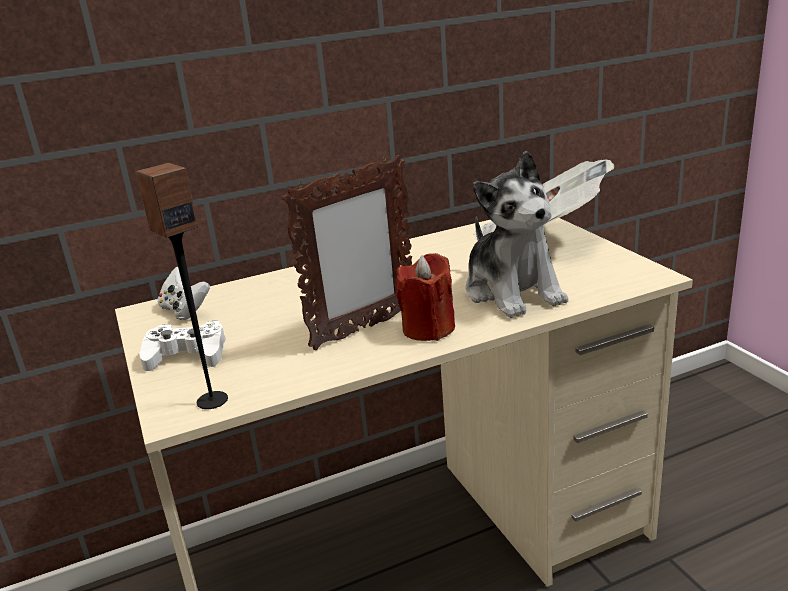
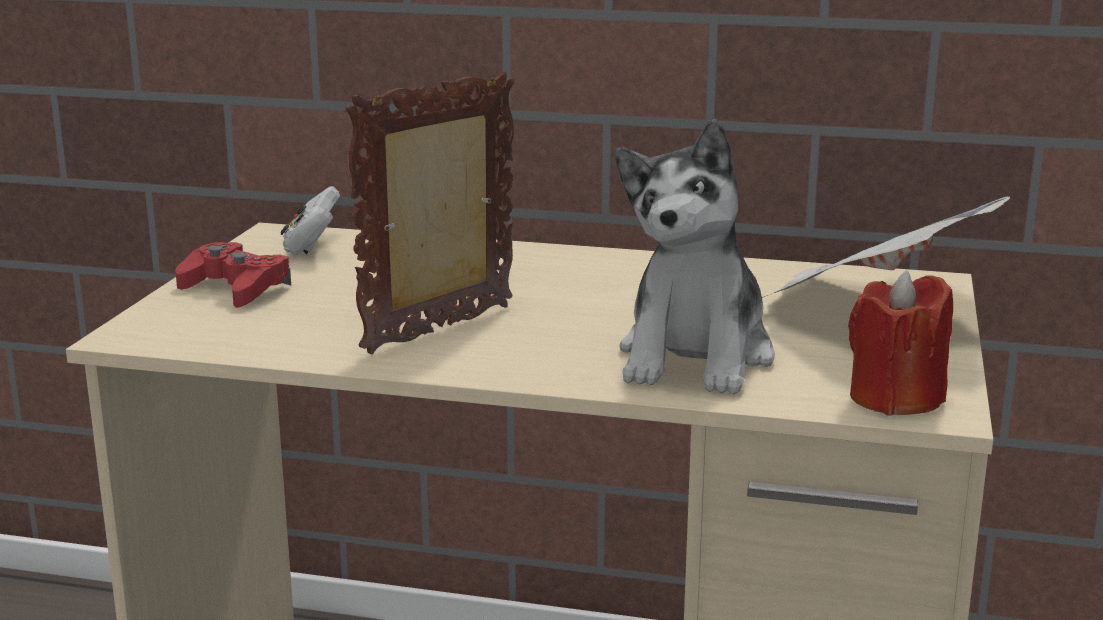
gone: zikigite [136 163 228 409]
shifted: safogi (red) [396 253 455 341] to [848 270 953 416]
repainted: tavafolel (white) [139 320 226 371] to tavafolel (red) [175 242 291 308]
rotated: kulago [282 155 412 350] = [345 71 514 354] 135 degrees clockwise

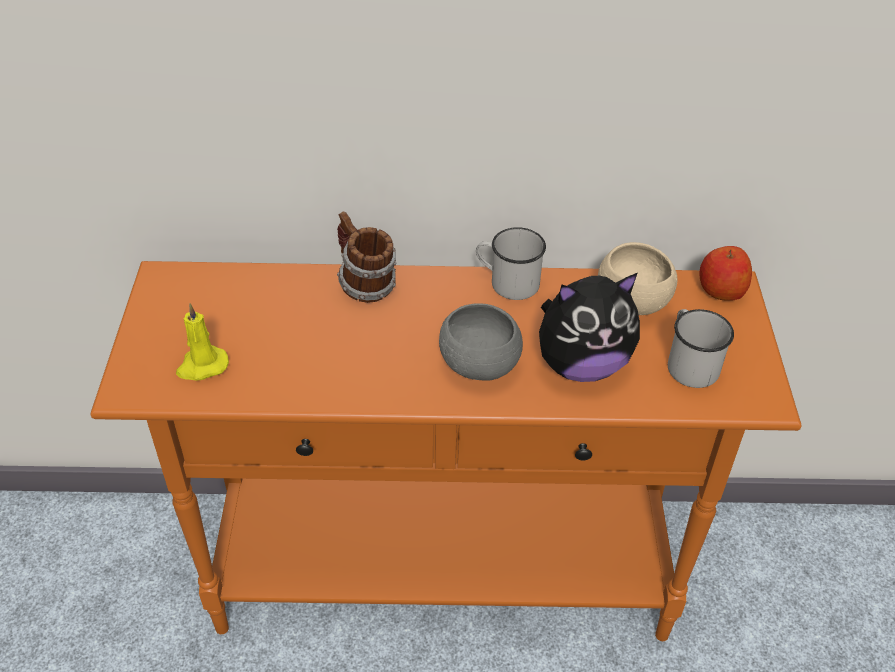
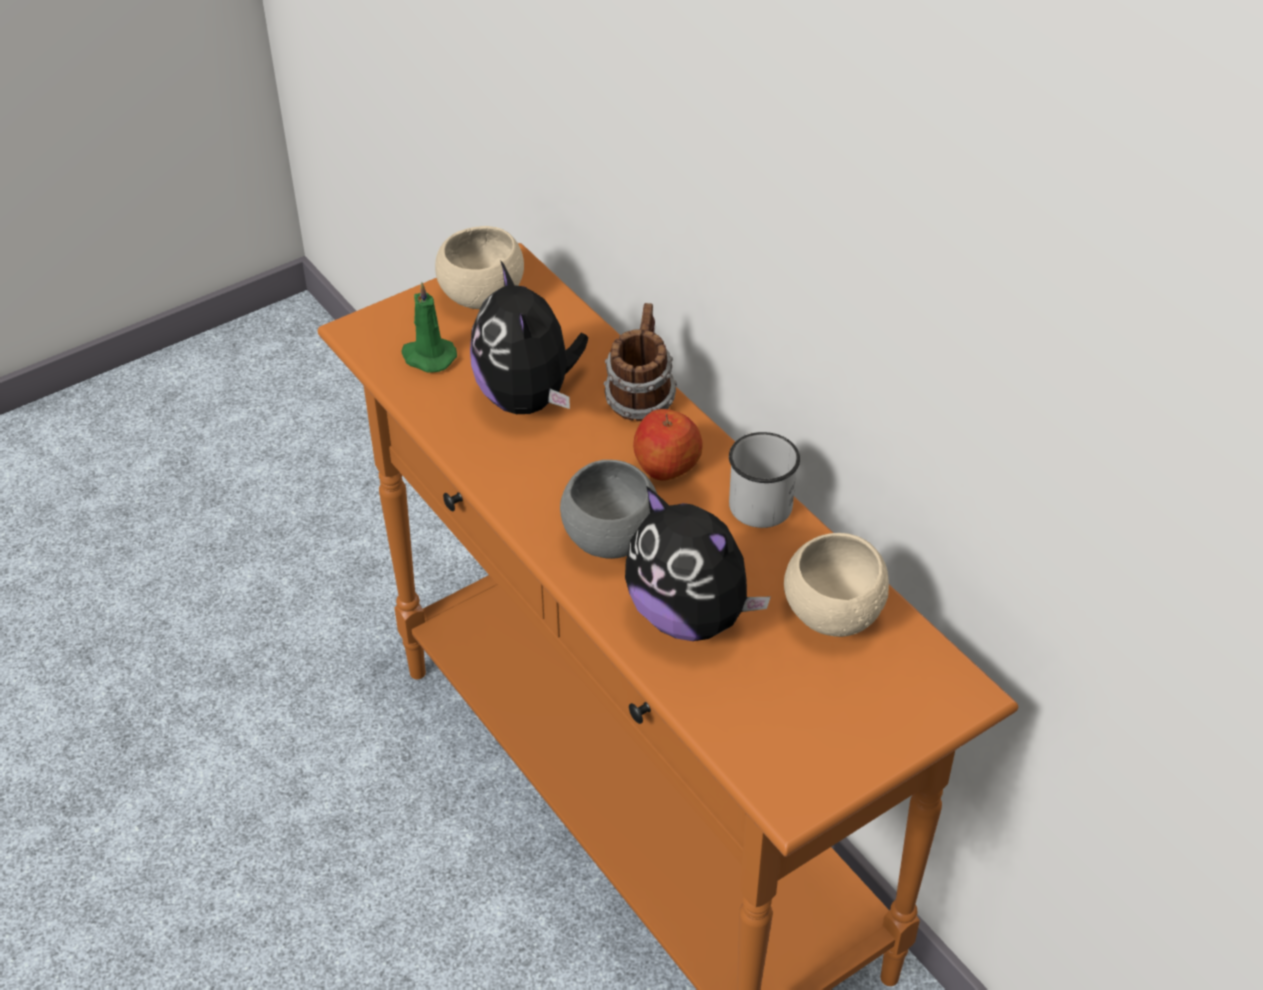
gone: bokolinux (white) [668 309 734 388]
new: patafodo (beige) [435 226 524 309]; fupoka [470 260 588 414]
shifted: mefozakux [699 246 752 301] to [633 409 703 481]
repainted: safogi (yellow) [176 304 229 381] to safogi (green) [401 282 457 373]

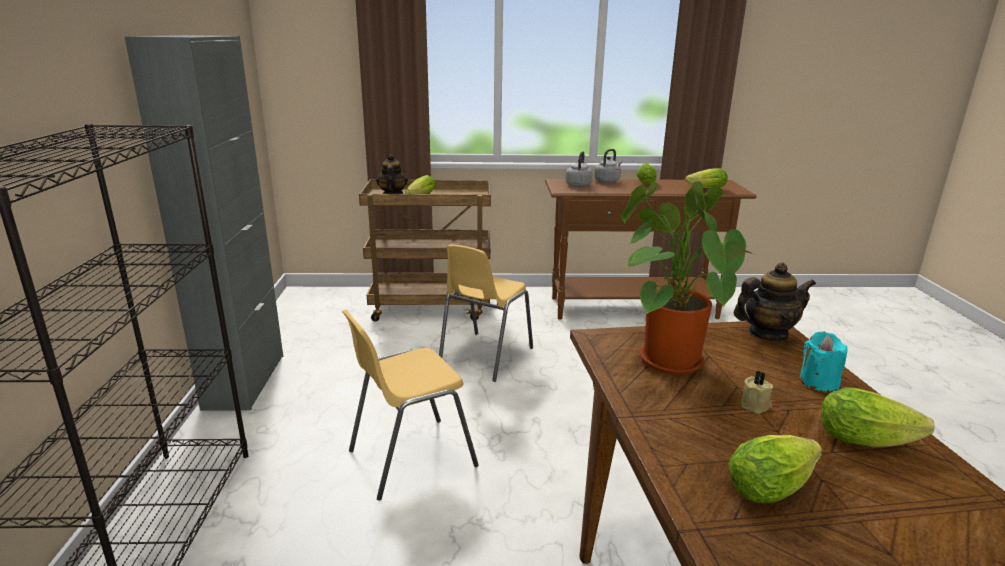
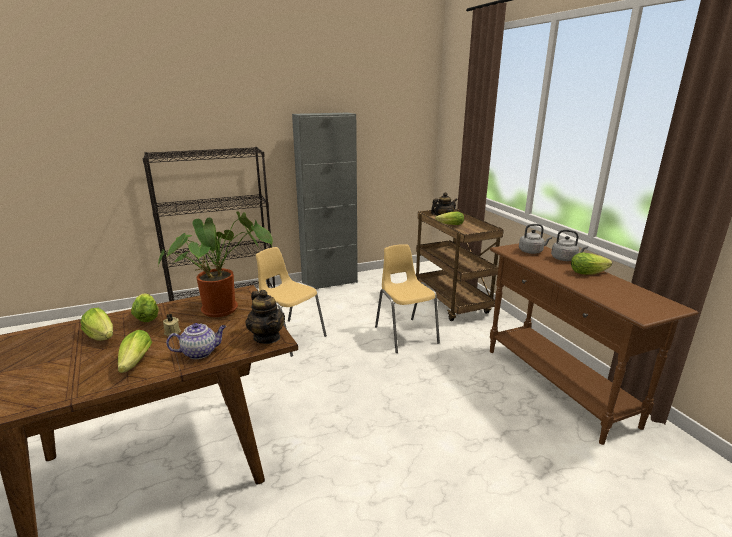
shifted: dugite [685 168 728 188] to [131 293 159 322]
swapped: safogi (turquoise) [799 331 848 391] to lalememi [166 323 226 359]
rotated: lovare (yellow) [439 245 533 382] = [375 244 440 353] 60 degrees clockwise

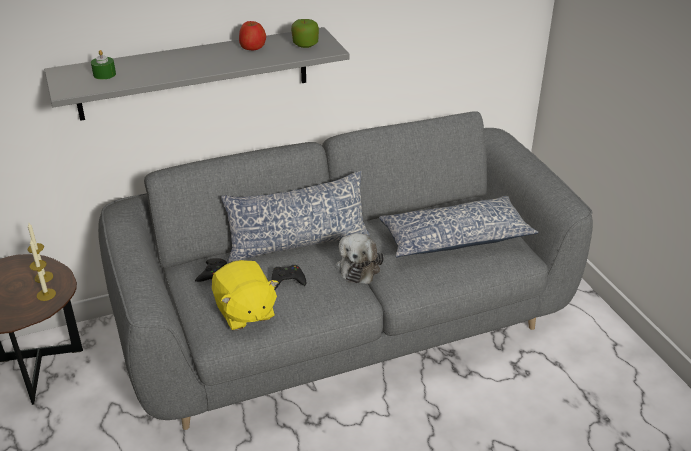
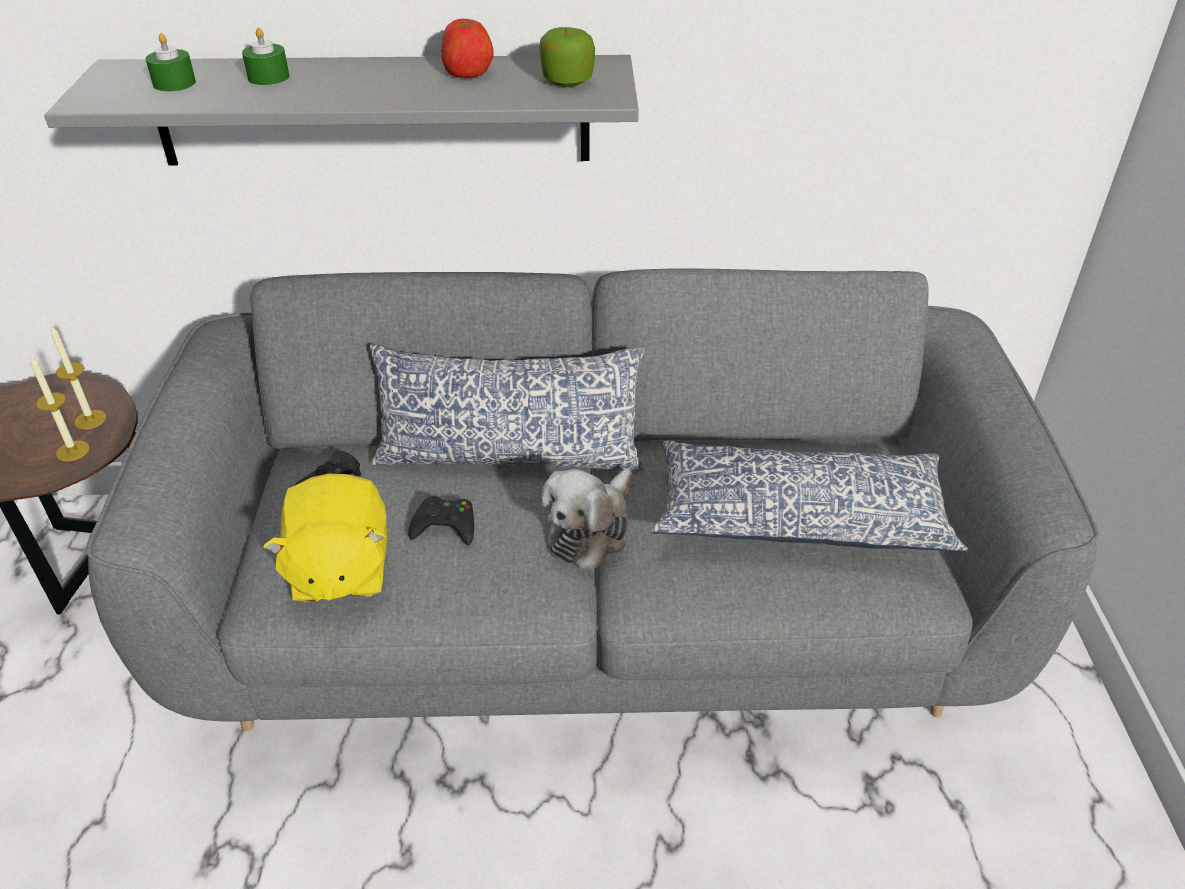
new: safogi (green) [242 28 289 85]

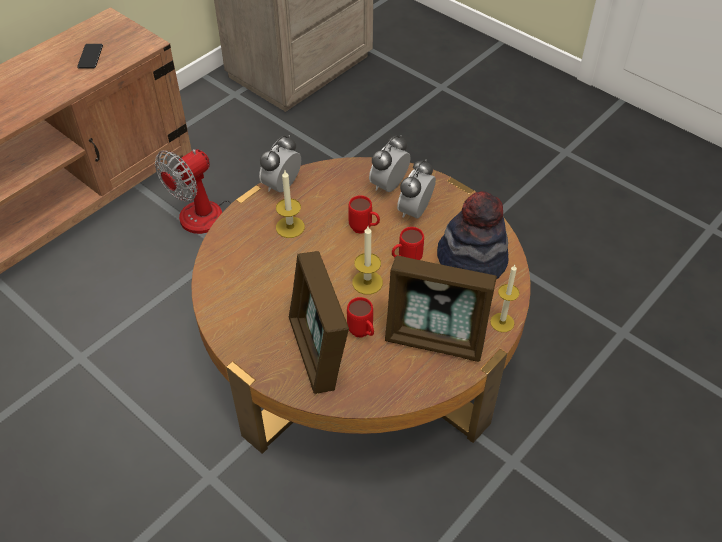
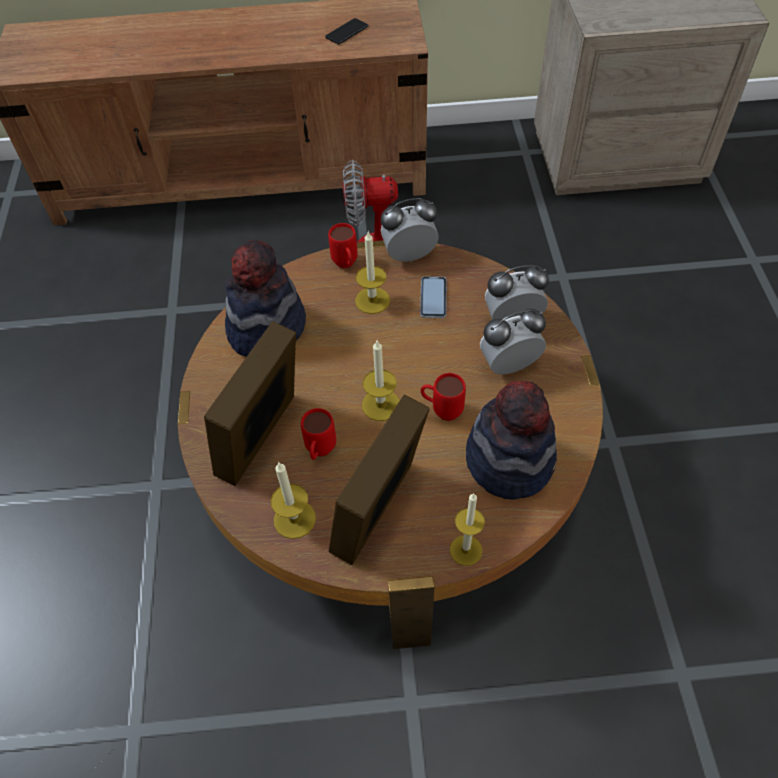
new: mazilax [225 240 306 357]; safogi [271 462 316 539]; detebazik [420 277 447 318]
shifted: bokolinux (red) [348 195 380 234] to [328 223 358 268]
rotated: kulago [385 255 497 362] = [329 394 430 565] 60 degrees clockwise

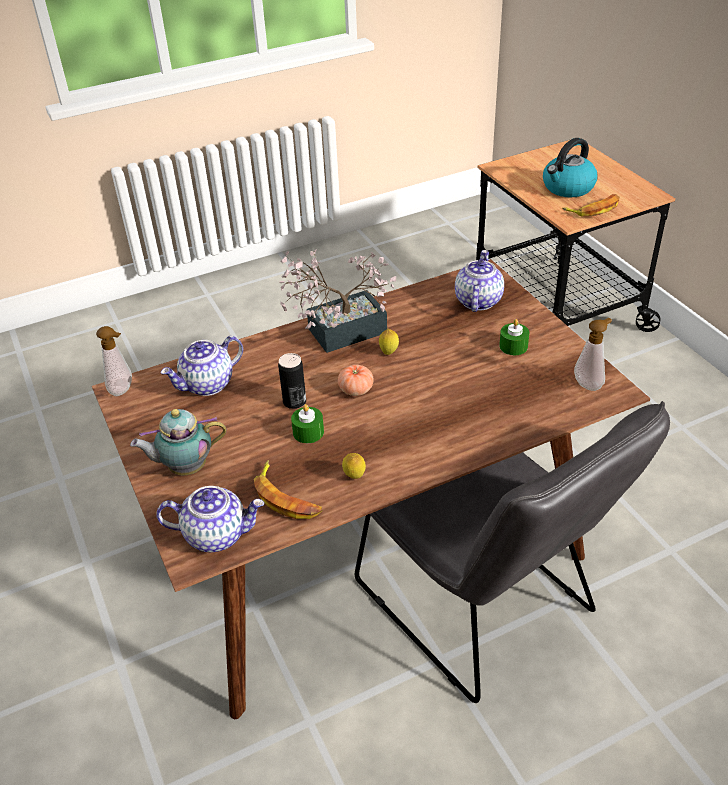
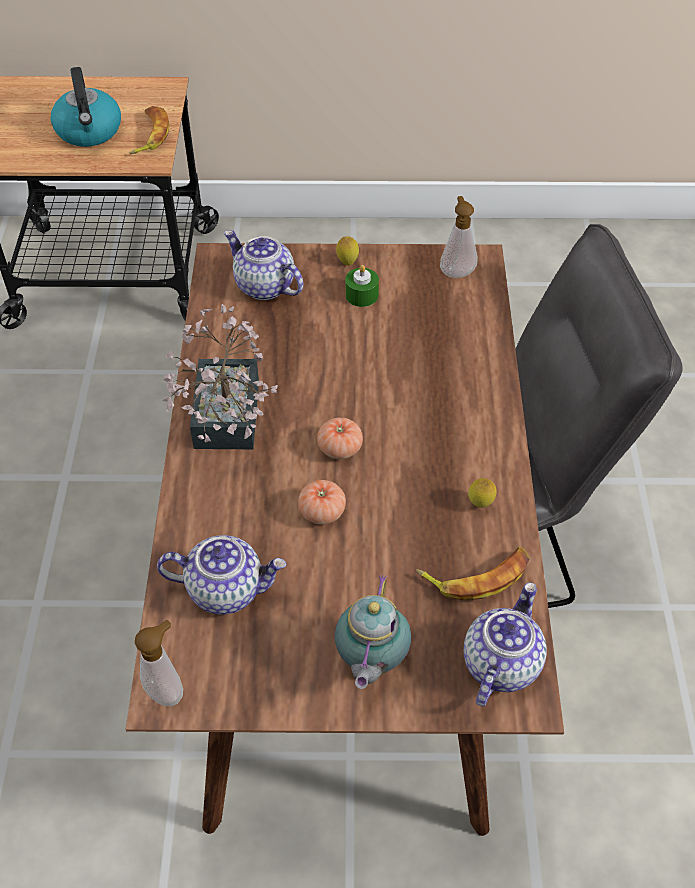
gone: safogi (green) [291 404 324 443]
shifted: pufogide [379 329 399 355] to [336 236 359 266]
swapped: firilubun [278 353 306 409] to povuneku [298 480 346 524]
rotated: lalememi [160 336 243 396] = [157 535 287 615] 75 degrees counterclockwise

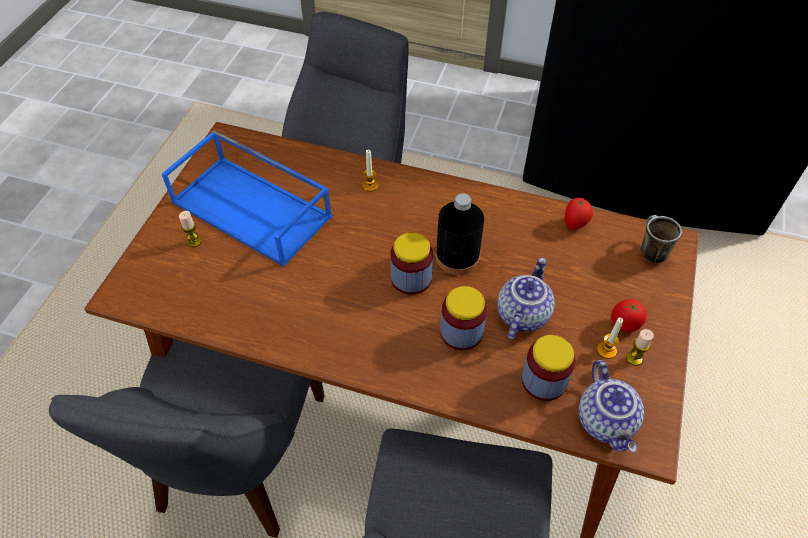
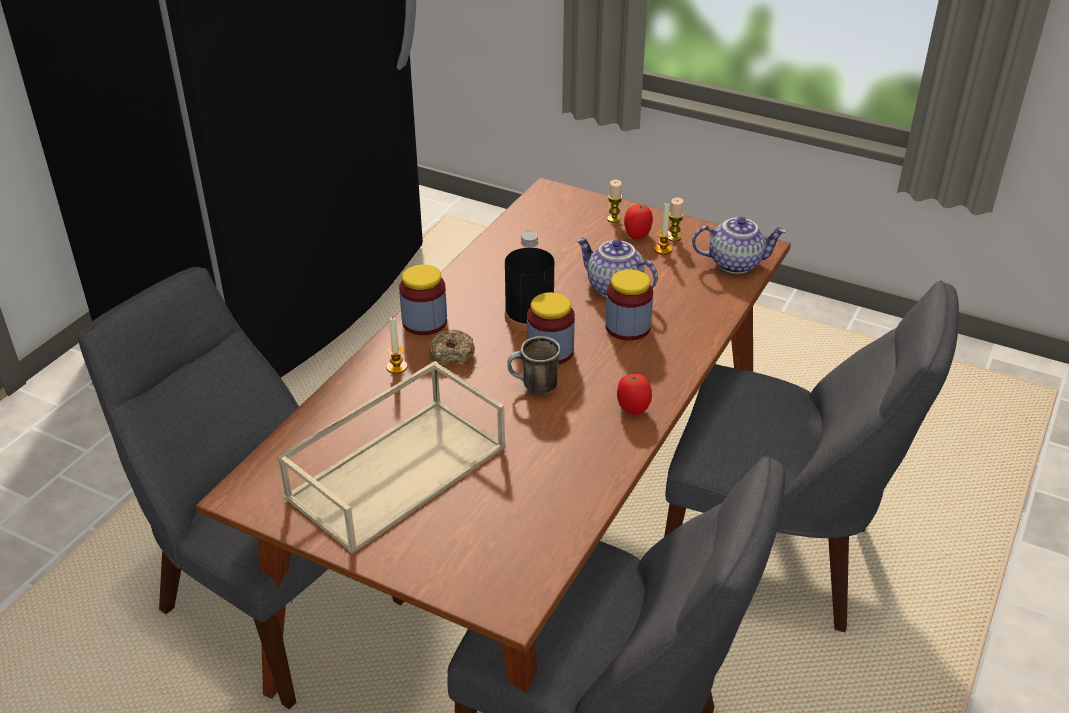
new: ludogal [429 329 475 367]
shifted: safogi [179 211 202 247] to [607 180 622 223]; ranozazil [522 335 575 401] to [399 264 447 335]; povuneku [565 197 593 229] to [617 374 652 415]; bokolinux [640 215 682 264] to [507 336 560 395]
repainted: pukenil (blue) [162 130 332 266] to pukenil (beige) [277 361 506 554]

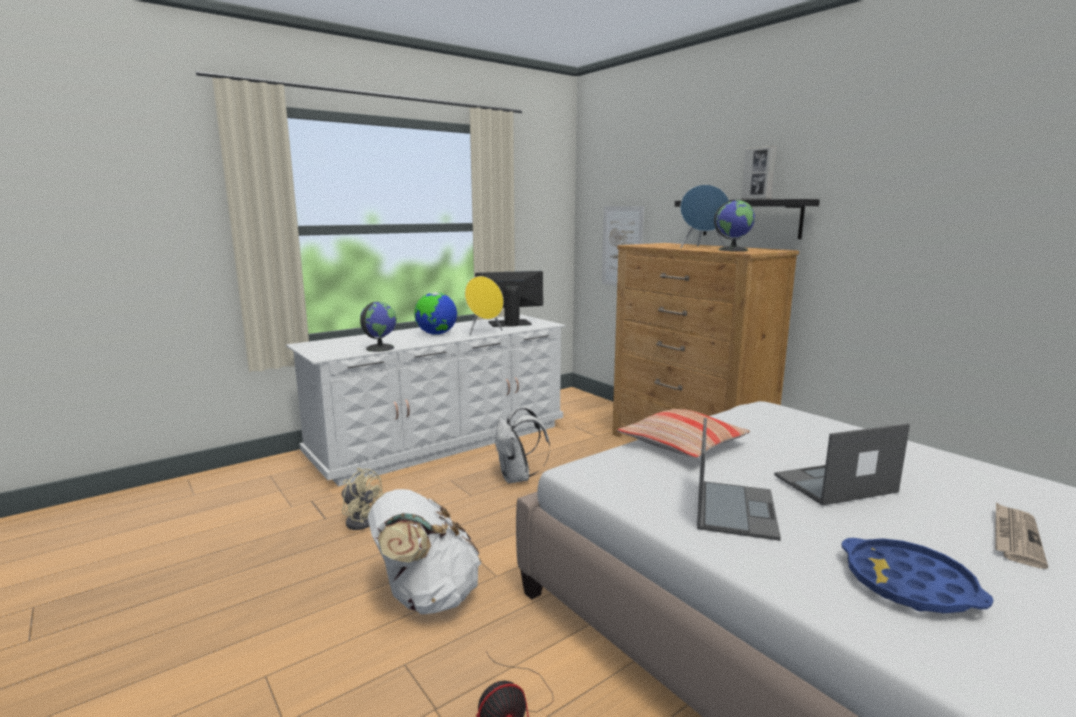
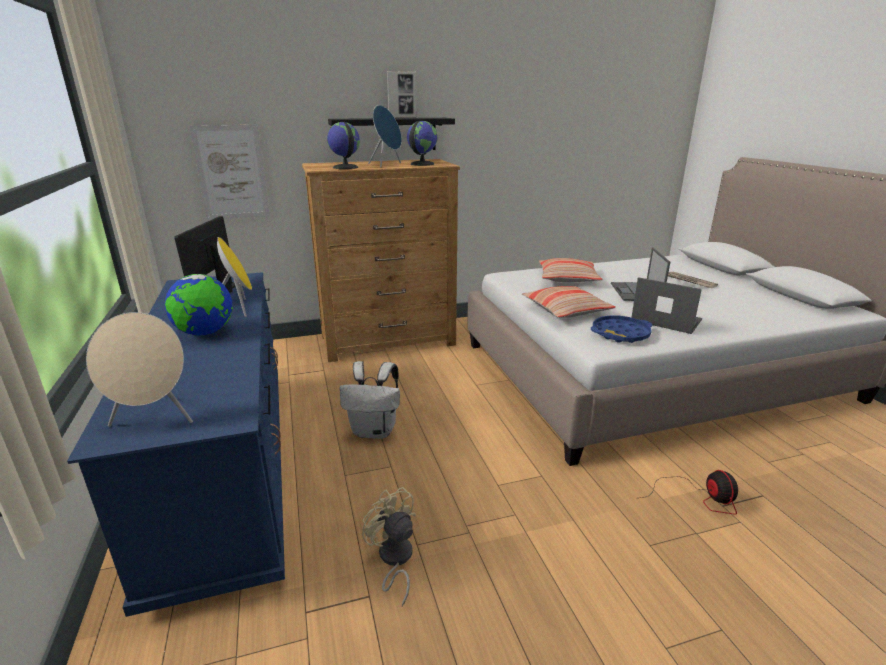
gone: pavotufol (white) [368 489 481 614]
new: zikigite (beige) [86 312 193 427]; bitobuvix [539 258 602 282]
shifted: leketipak [360 302 397 352] to [327 122 360 169]; pukenil (blue) [841 538 993 613] to [591 315 652 343]
repainted: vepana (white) [286 314 566 486] to vepana (blue) [67 272 285 617]
rotated: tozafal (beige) [342 468 382 530] = [362 487 416 606] 90 degrees counterclockwise

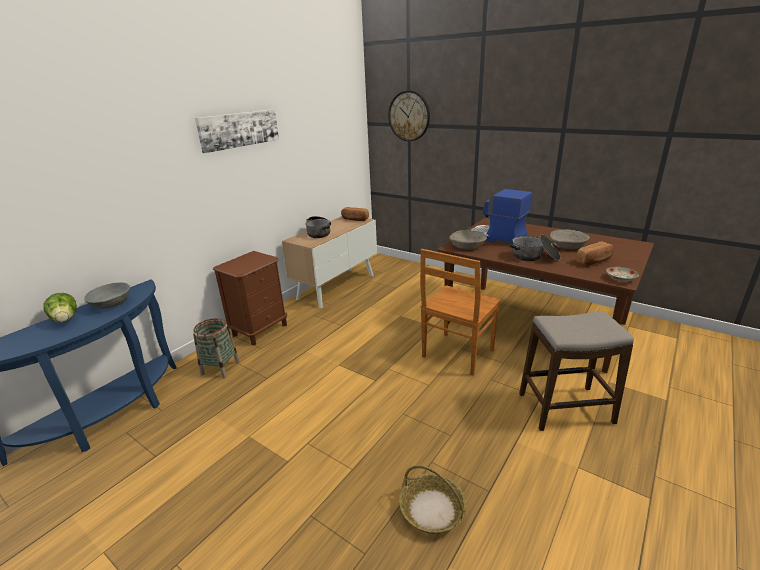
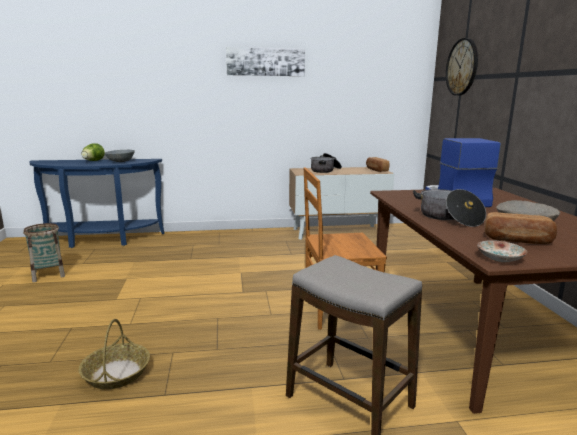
gone: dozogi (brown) [213 251 287 345]; patafodo (beige) [449 230 487 250]
shifted: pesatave [193 318 240 378] to [23 223 65 282]

